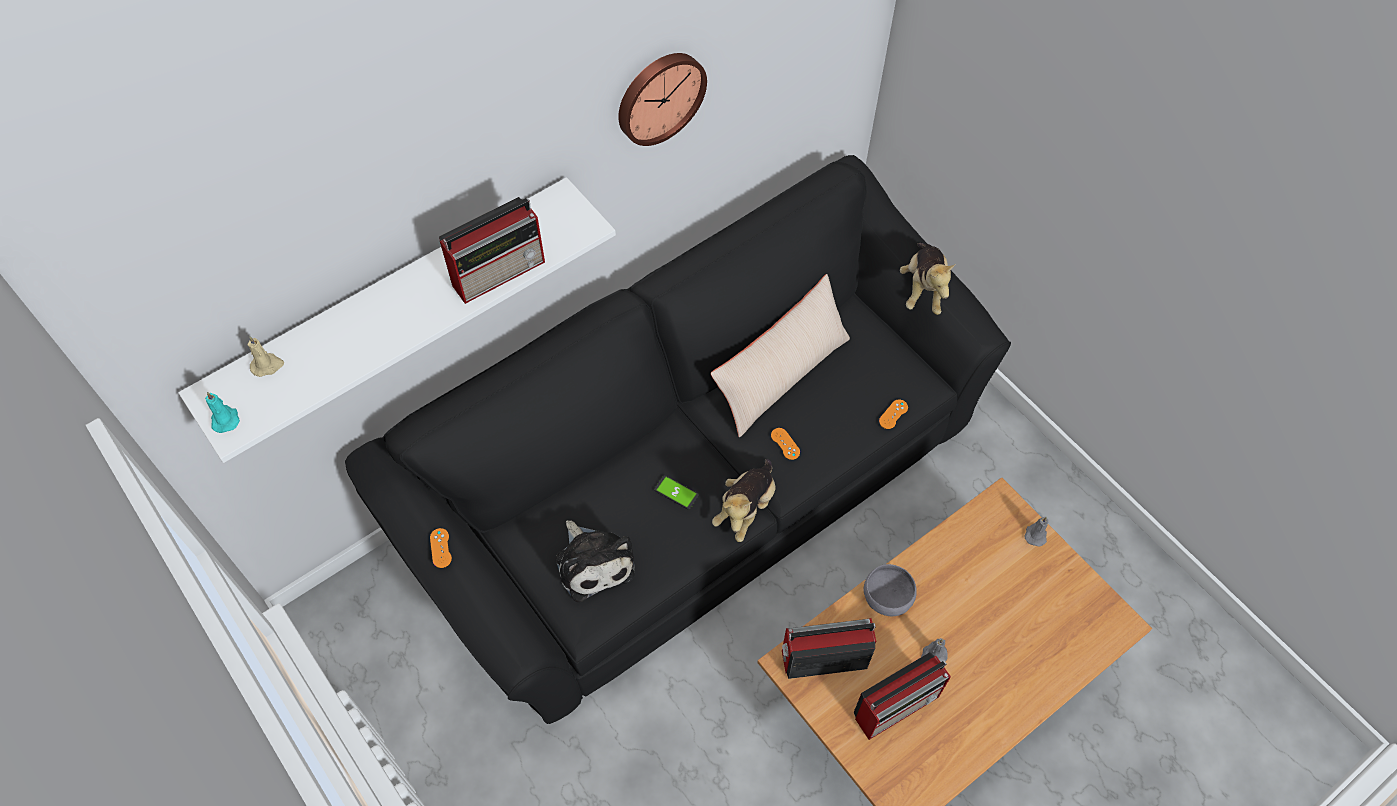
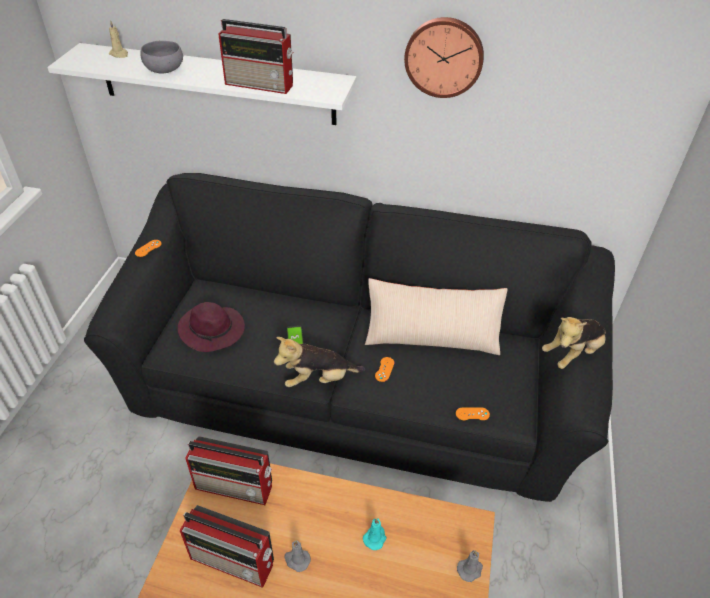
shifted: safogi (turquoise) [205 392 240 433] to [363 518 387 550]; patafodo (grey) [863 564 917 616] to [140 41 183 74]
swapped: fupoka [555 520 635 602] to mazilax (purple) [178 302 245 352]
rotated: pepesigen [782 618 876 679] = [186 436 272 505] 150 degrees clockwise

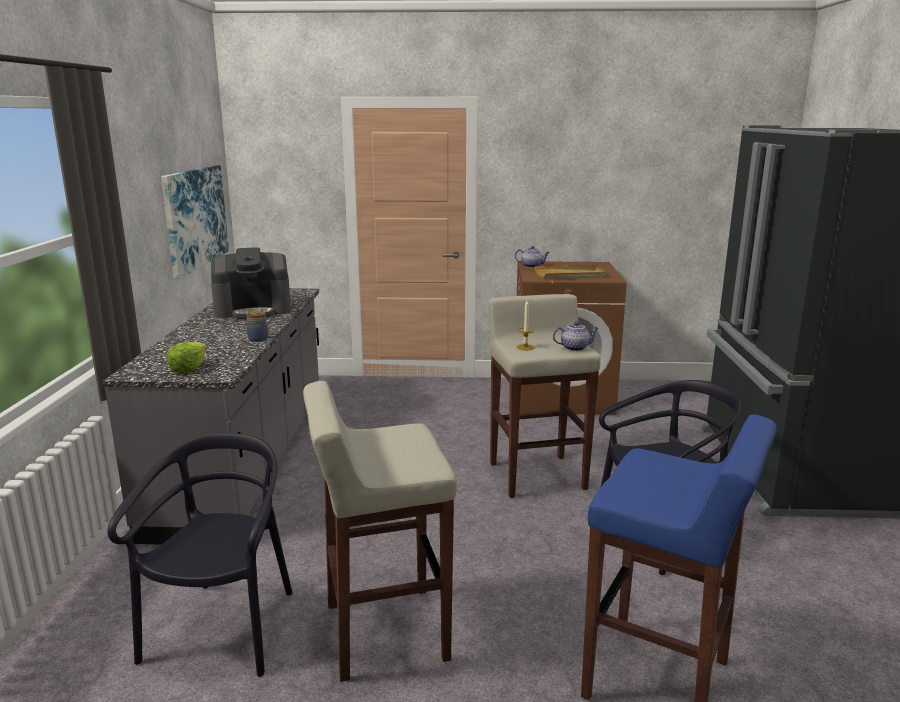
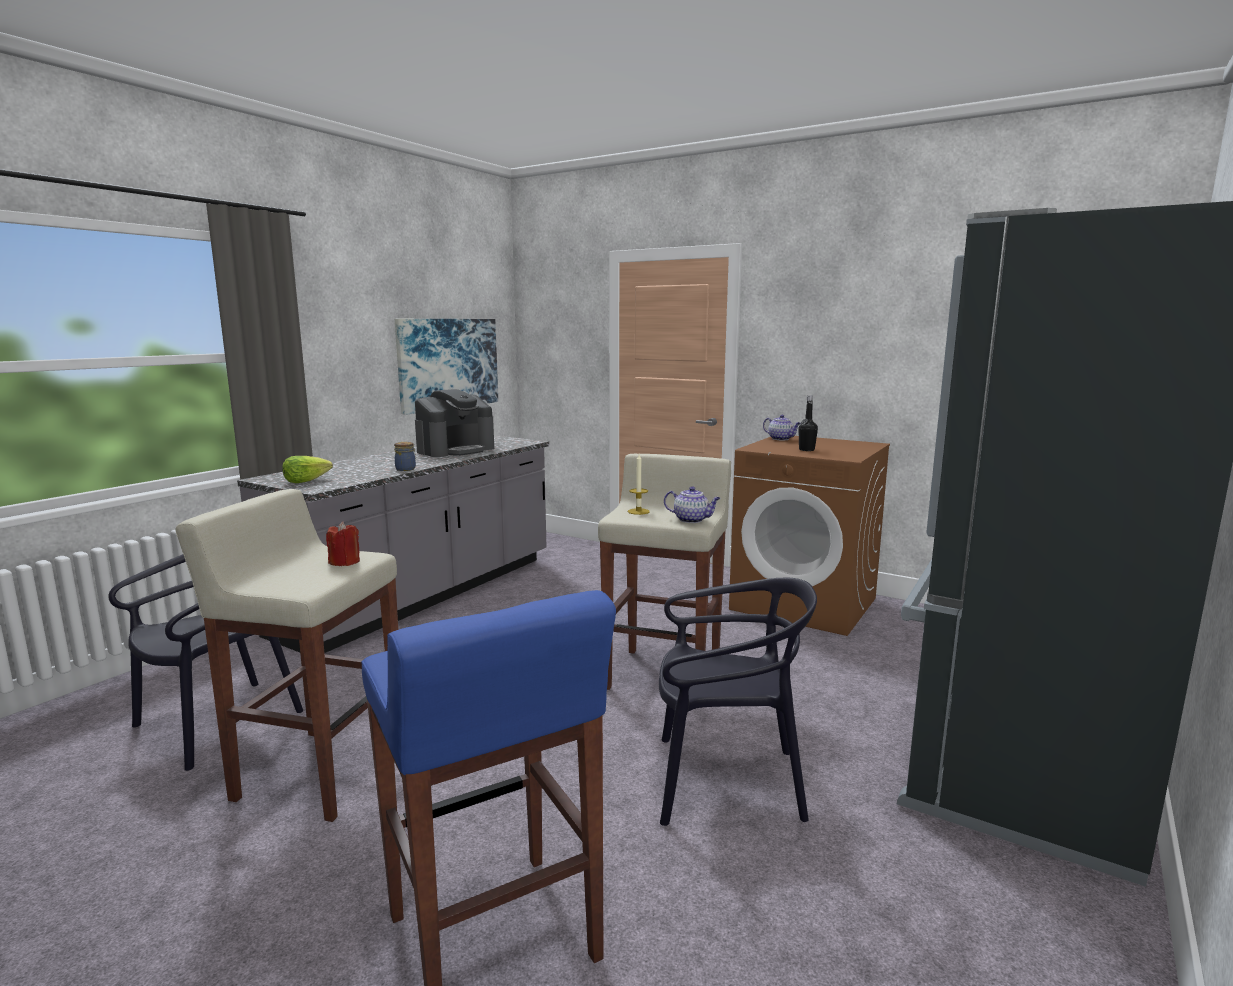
new: safogi (red) [326 522 360 566]
swapped: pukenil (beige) [535 265 608 278] to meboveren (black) [798 395 818 451]
rotated: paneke [211 247 291 319] = [415 389 494 457] 60 degrees counterclockwise

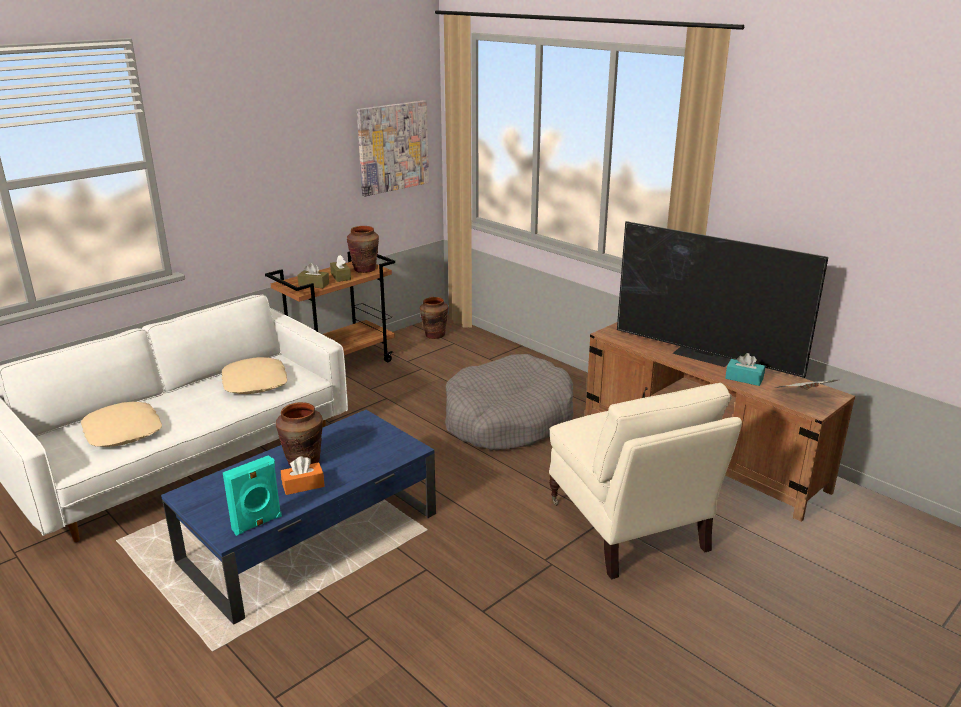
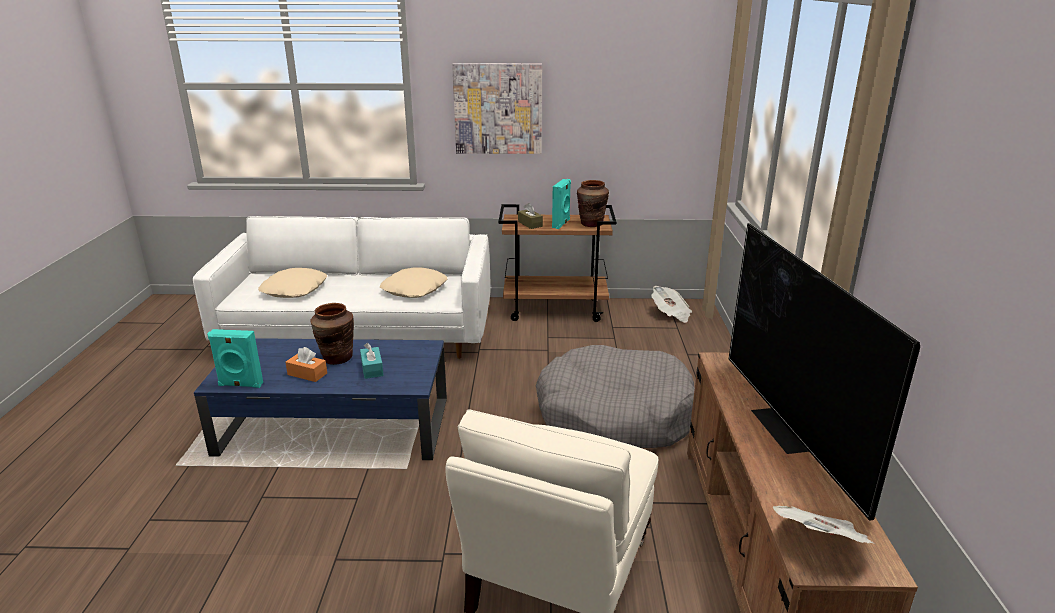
shifted: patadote [357 100 429 197] to [452 63 542 154]; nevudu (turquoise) [725 353 765 386] to [360 343 384 379]
swapped: nevudu (brown) [330 255 351 282] to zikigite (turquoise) [552 179 571 229]; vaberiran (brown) [420 297 448 339] to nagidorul [651 286 692 323]

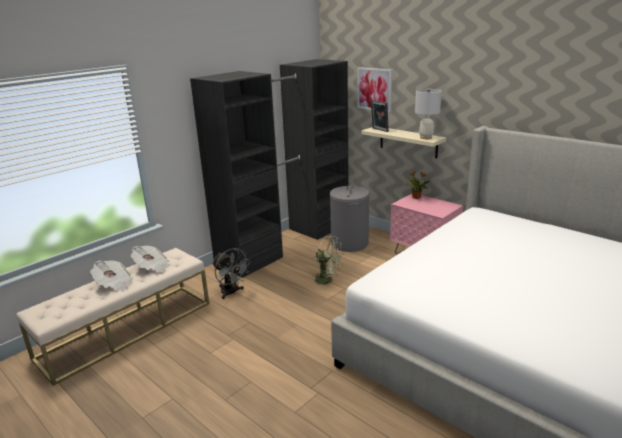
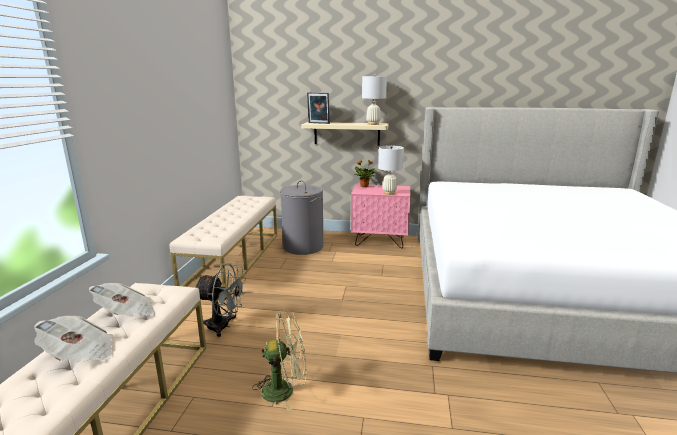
gone: patadote [357 67 392 112]
new: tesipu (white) [378 145 404 195]
shifted: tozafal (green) [313 236 344 289] to [252 311 306 411]
swapped: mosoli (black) [190 59 349 278] to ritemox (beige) [170 196 277 297]

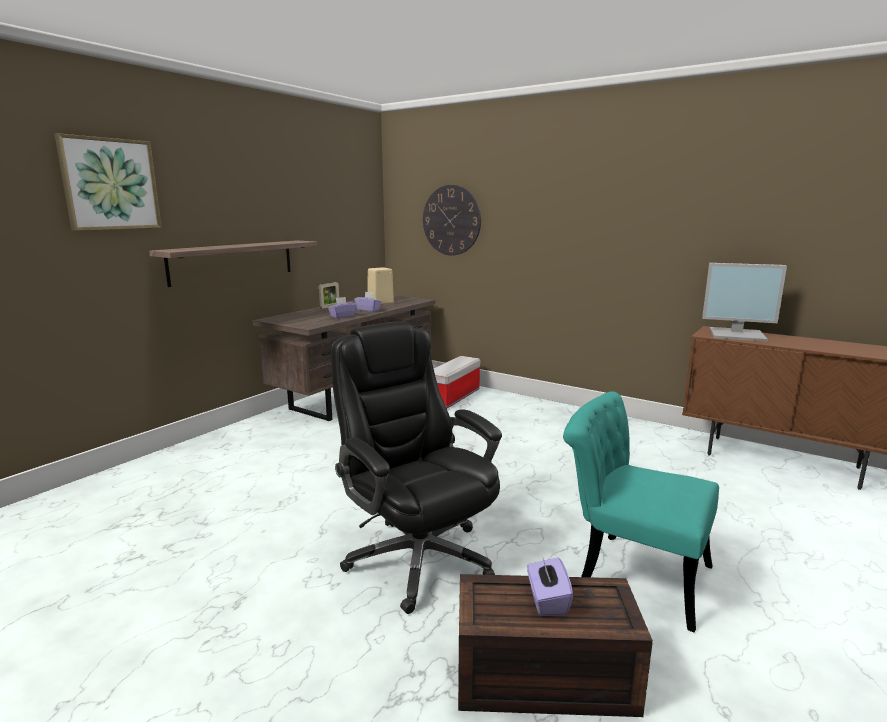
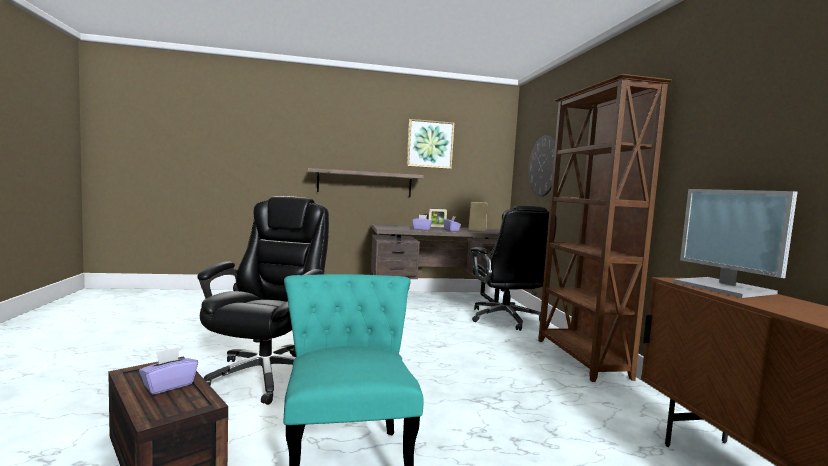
new: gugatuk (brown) [538 74 672 382]
shifted: patadote [55 133 162 231] to [407 119 455 169]
swapped: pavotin [433 356 480 408] to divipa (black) [471 206 557 331]

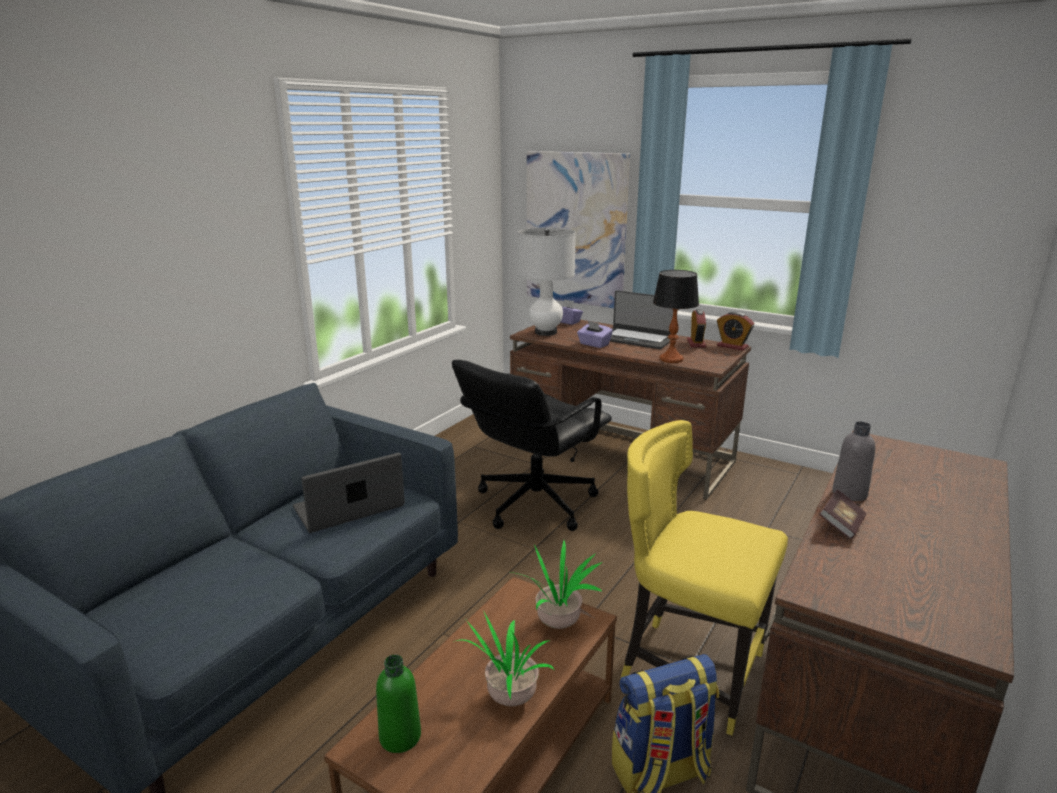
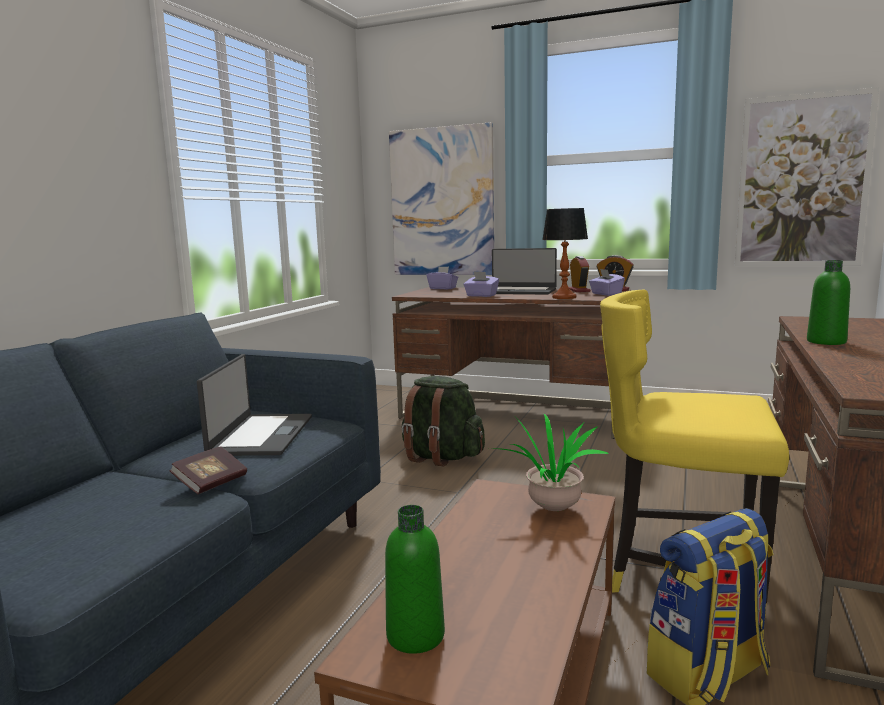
gone: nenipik [453 612 555 706]; tesipu (white) [518 227 576 336]
new: nevudu (purple) [589 269 625 296]; patadote [735 87 879 266]
shifted: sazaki [820 489 866 539] to [170 446 247 494]
swapped: divipa (black) [452 360 612 531] to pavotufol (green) [402 376 485 467]
repainted: meboveren (grey) [832 421 875 501] to meboveren (green) [807 260 850 345]
rotated: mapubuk [293 453 405 533] = [197 354 312 456] 135 degrees clockwise

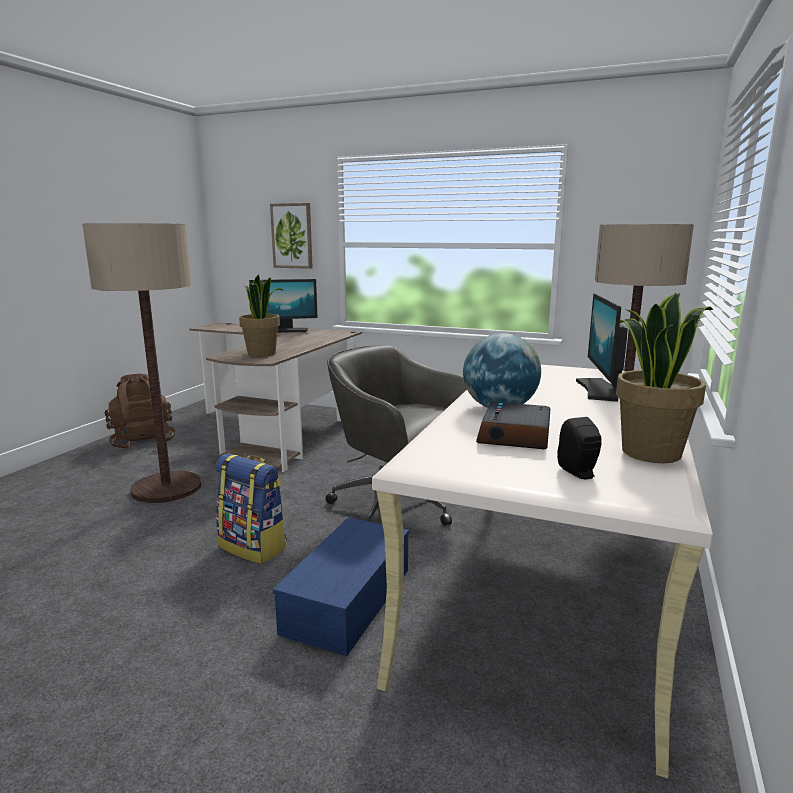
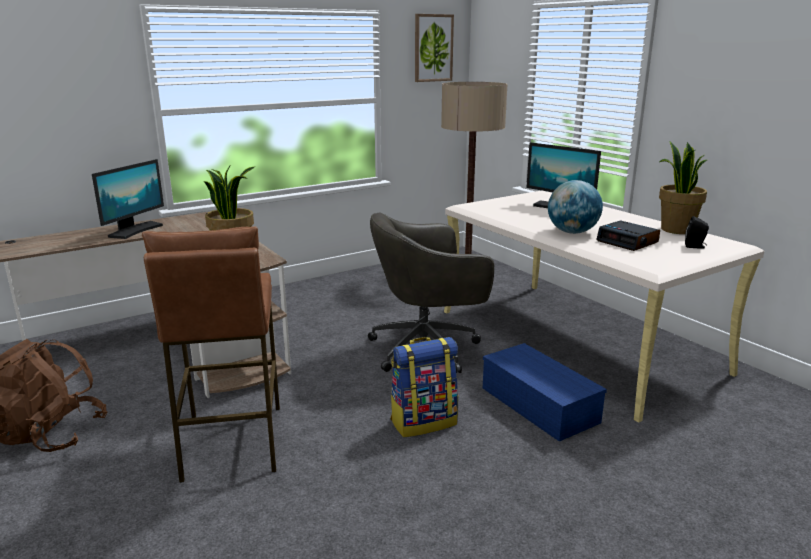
shifted: patadote [270 203 313 269] to [415 14 454 82]
swapped: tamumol [82 223 201 503] to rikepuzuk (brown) [142 227 280 483]

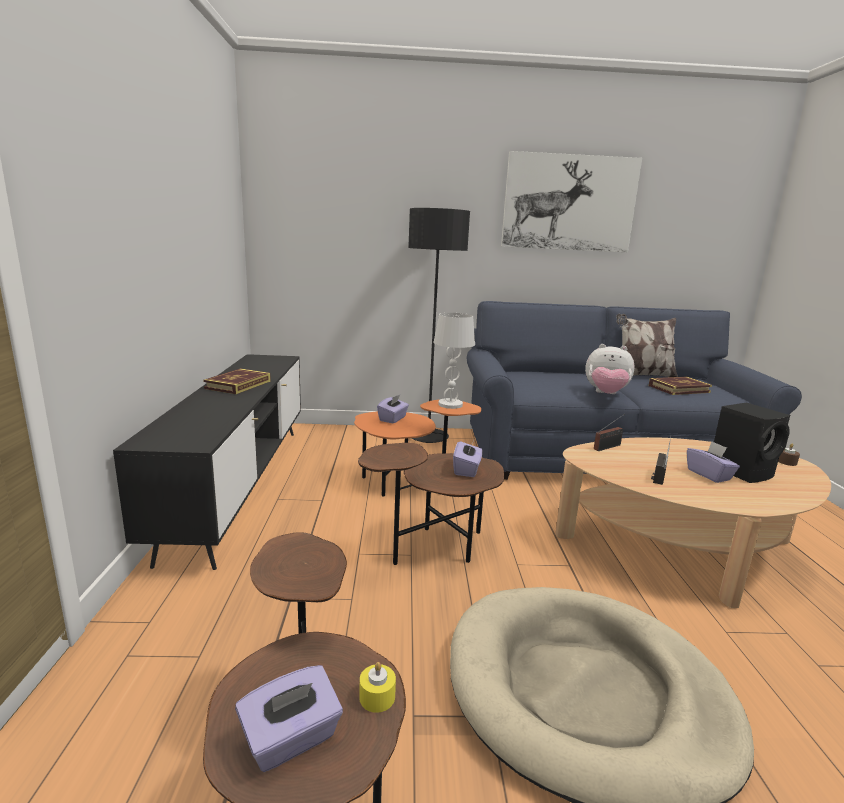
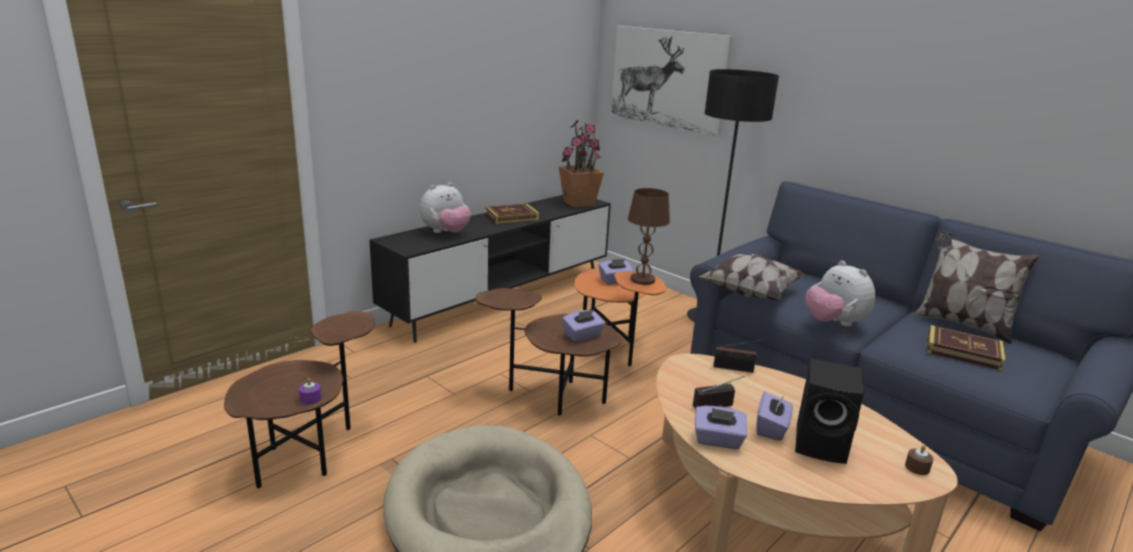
new: fupoka [420 182 471 233]; nenipik [559 120 604 208]; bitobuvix [698 254 805 300]
shifted: nevudu (purple) [235 665 343 772] to [695 406 747 449]; patadote [501 151 642 252] to [611 26 733 136]
repainted: safogi (yellow) [359 662 396 713] to safogi (purple) [299 378 321 405]; tesipu (white) [434 313 475 409] to tesipu (brown) [628 188 670 285]

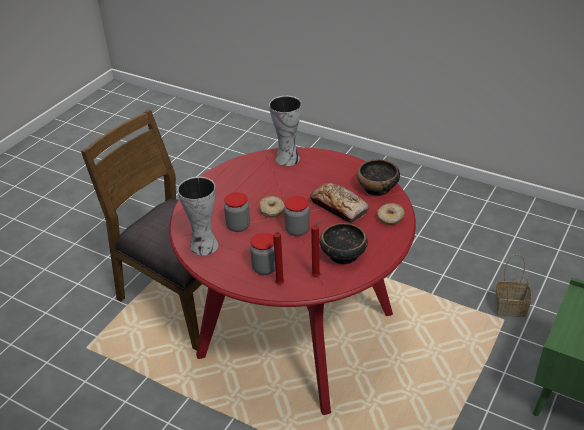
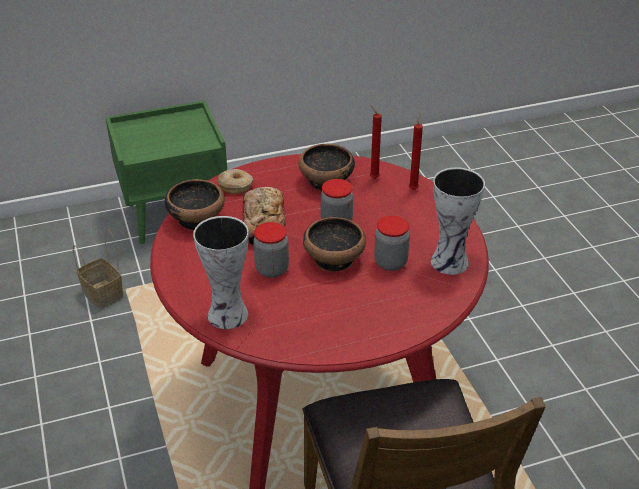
shifted: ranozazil [250 233 275 275] to [253 222 289 278]
swapped: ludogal [259 196 285 218] to patafodo [303 217 366 271]

